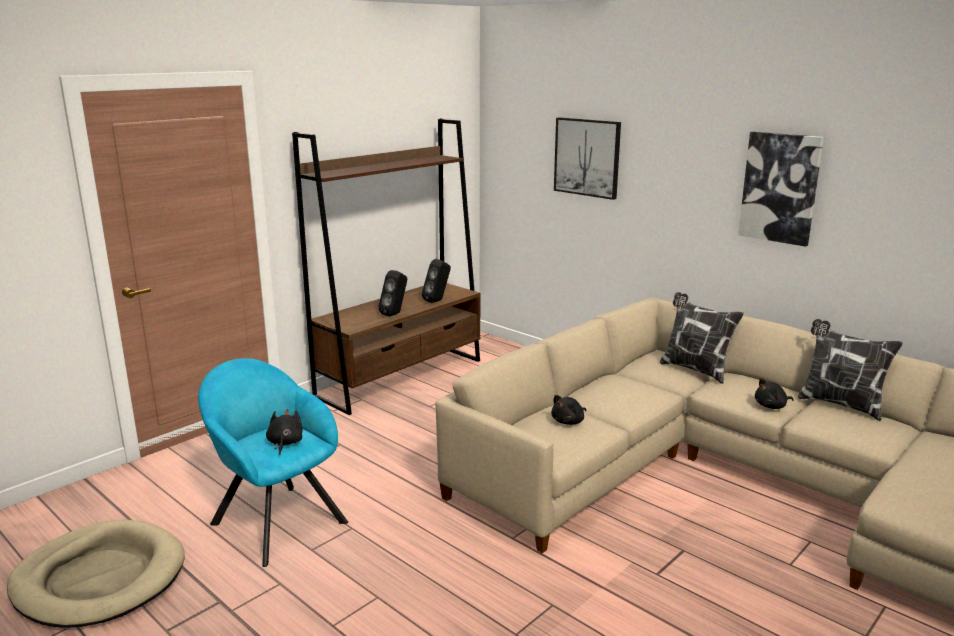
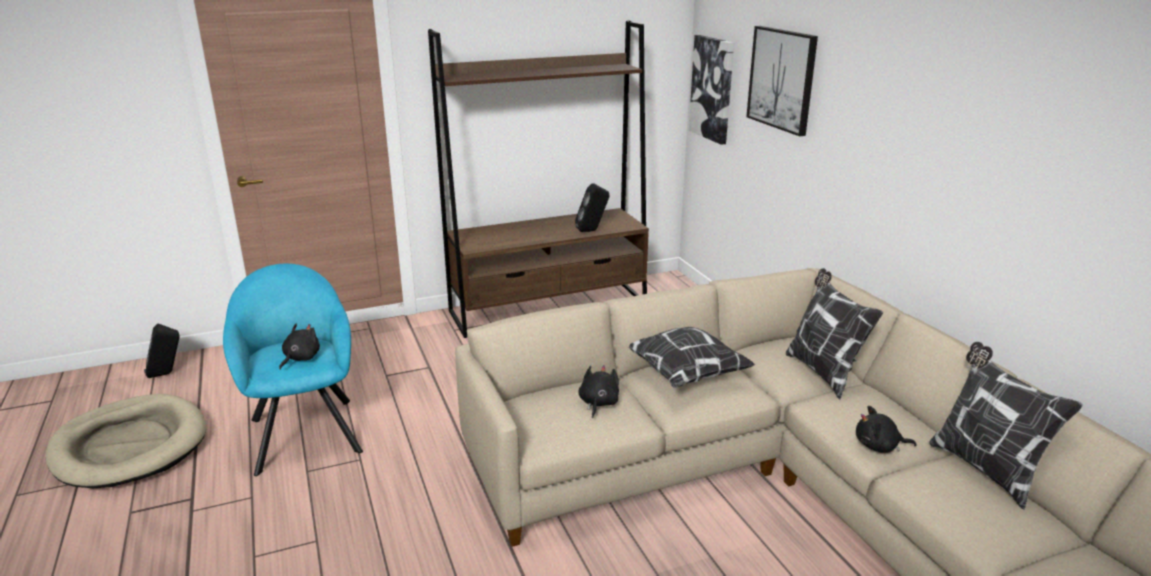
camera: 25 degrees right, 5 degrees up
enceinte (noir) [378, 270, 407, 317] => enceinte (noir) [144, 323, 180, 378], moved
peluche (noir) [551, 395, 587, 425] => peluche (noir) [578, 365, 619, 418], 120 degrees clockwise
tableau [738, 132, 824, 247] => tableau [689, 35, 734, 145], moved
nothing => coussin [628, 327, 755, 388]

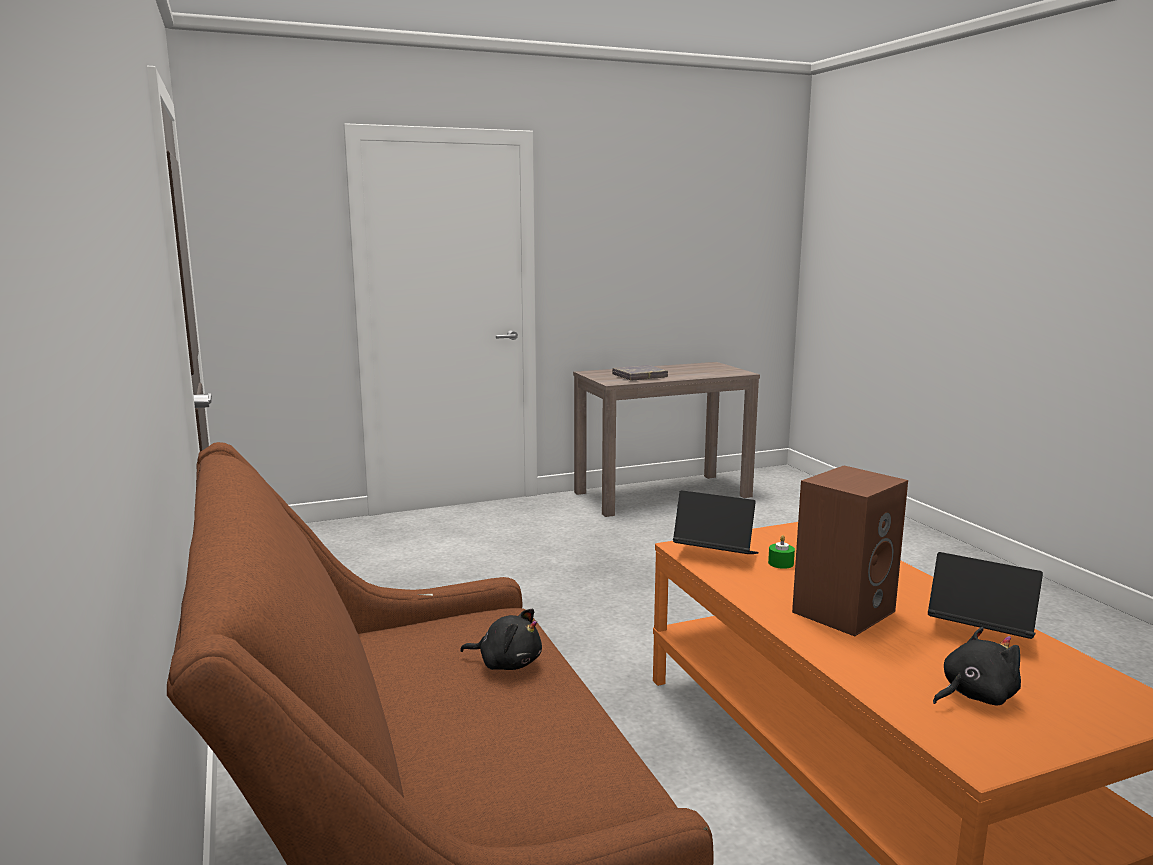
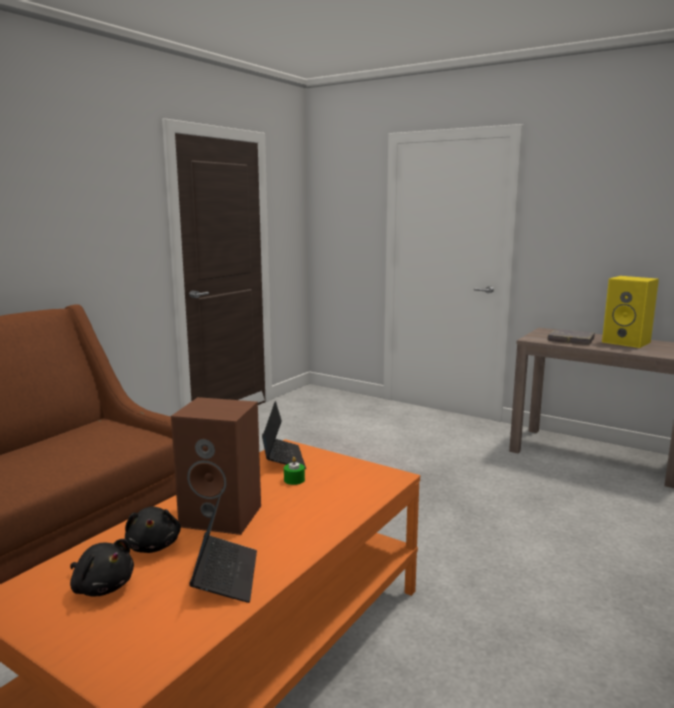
camera: 55 degrees right, 0 degrees up
peluche (noir) [460, 609, 542, 670] => peluche (noir) [125, 506, 181, 553], moved
nothing => enceinte (jaune) [602, 276, 659, 348]

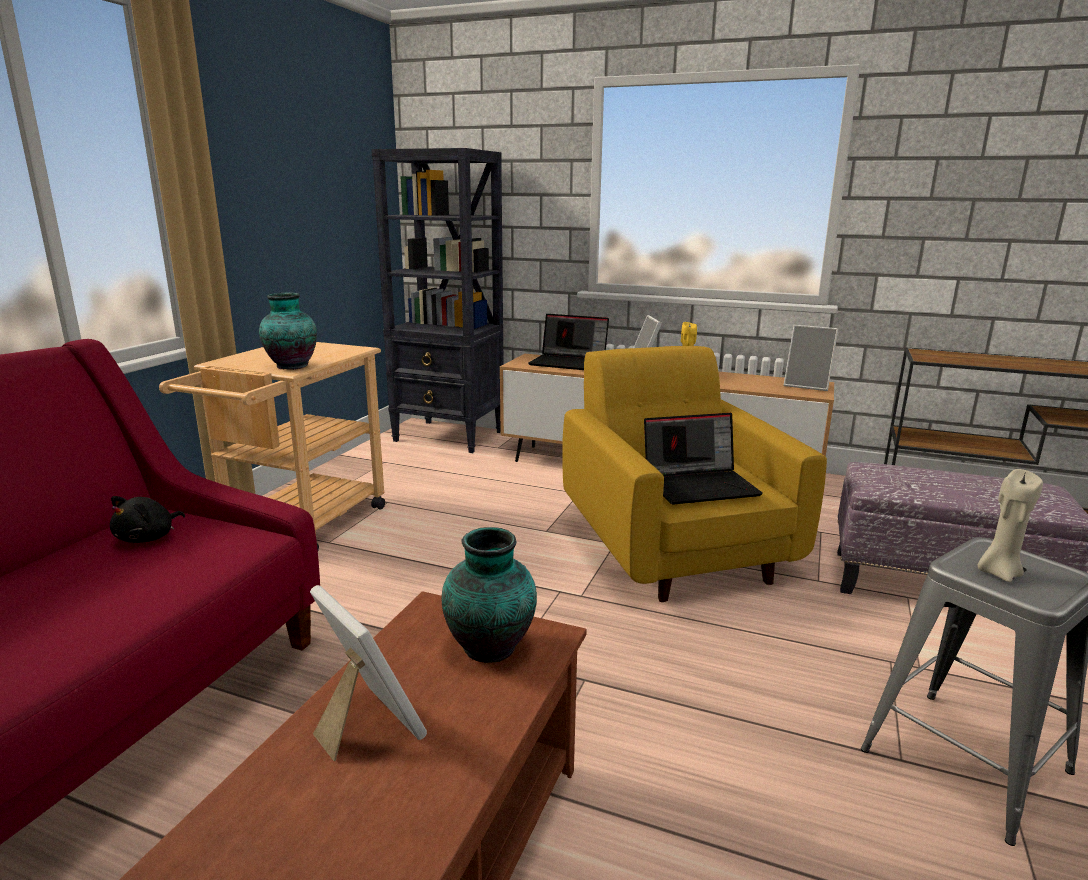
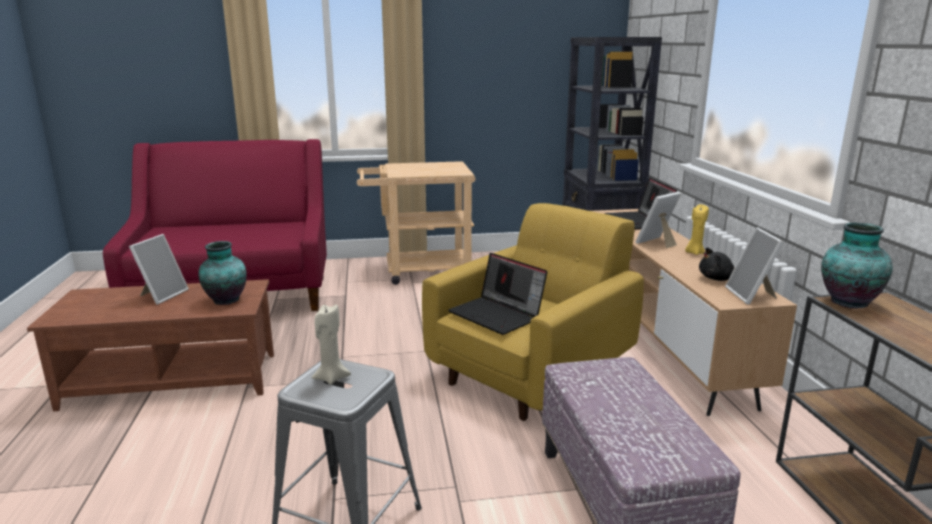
camera: 60 degrees right, 0 degrees up
peluche (noir) [110, 496, 185, 543] => peluche (noir) [699, 247, 734, 281], moved
vase [259, 293, 317, 370] => vase [821, 222, 893, 309], moved

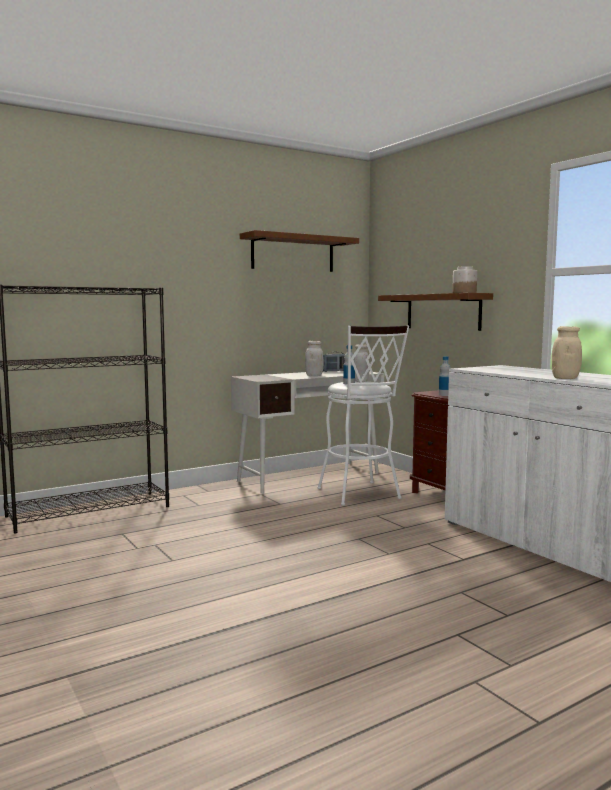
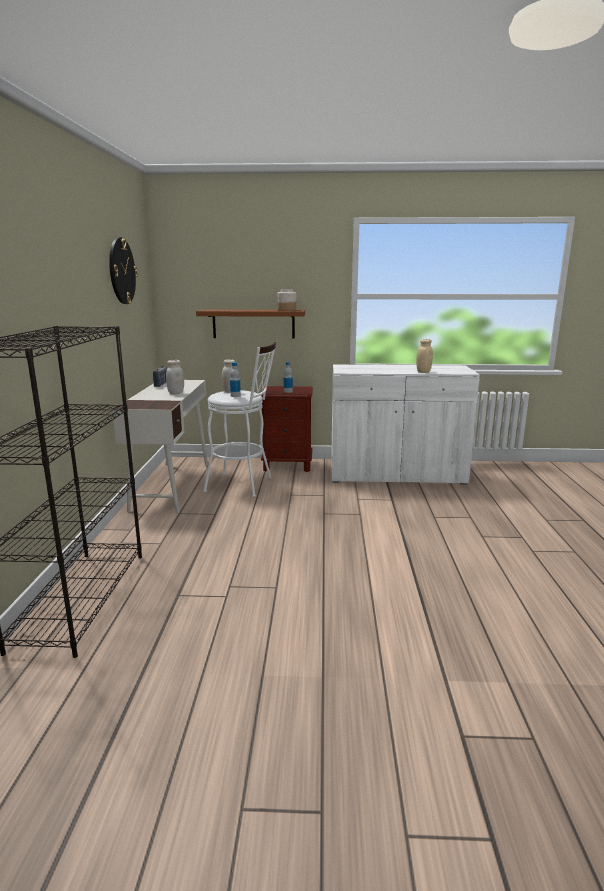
camera: 55 degrees left, 10 degrees up
étagère (marron) [240, 230, 359, 272] => horloge murale [109, 237, 138, 304]

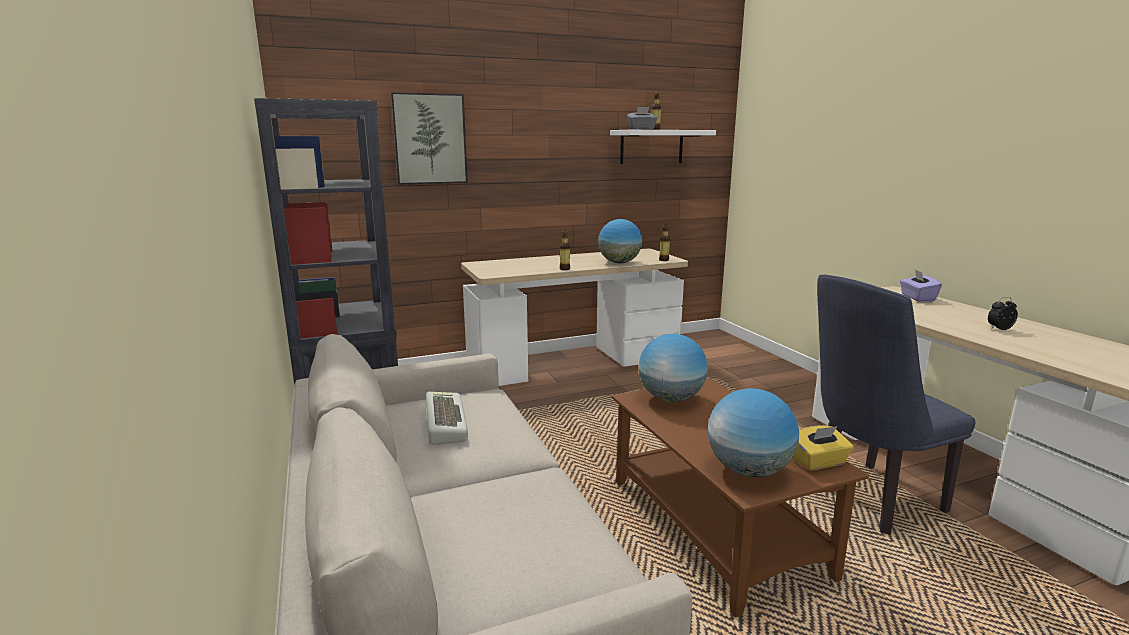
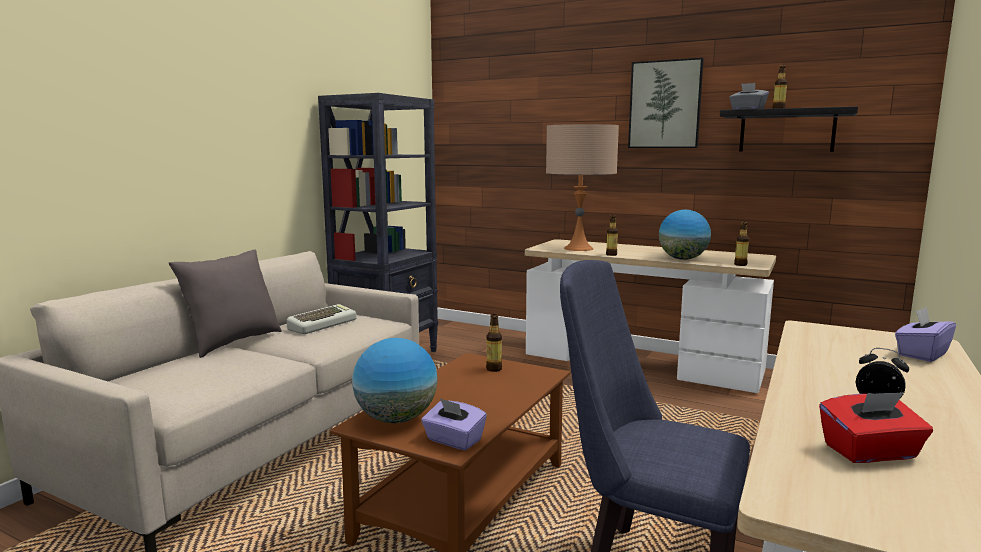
camera: 50 degrees right, 5 degrees down
tableau [391, 92, 468, 185] => tableau [628, 58, 704, 148], moved
étagère (blanc) [610, 130, 716, 164] => étagère (noir) [720, 106, 858, 152]
globe [639, 334, 708, 402] => bouteille [486, 314, 502, 372]
boîte à mouchoirs (jaune) [793, 425, 854, 471] => boîte à mouchoirs (violet) [421, 398, 487, 451]
nothing => coussin (gris) [168, 250, 282, 358]
nothing => lampe de table (beige) [546, 124, 619, 251]
nothing => boîte à mouchoirs (rouge) [819, 392, 933, 463]

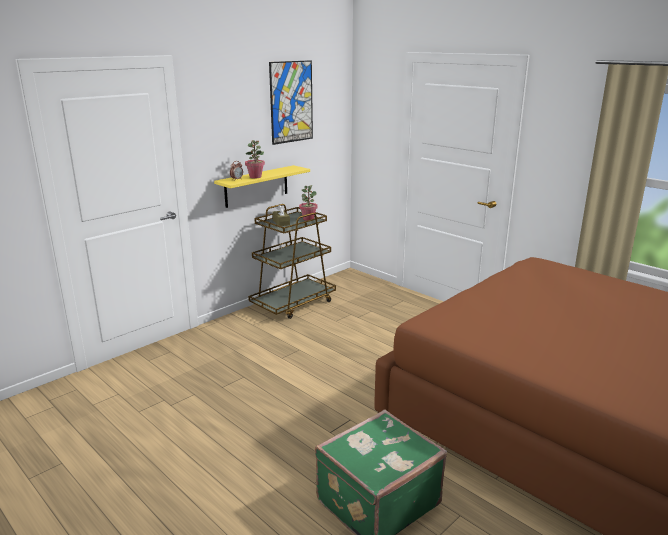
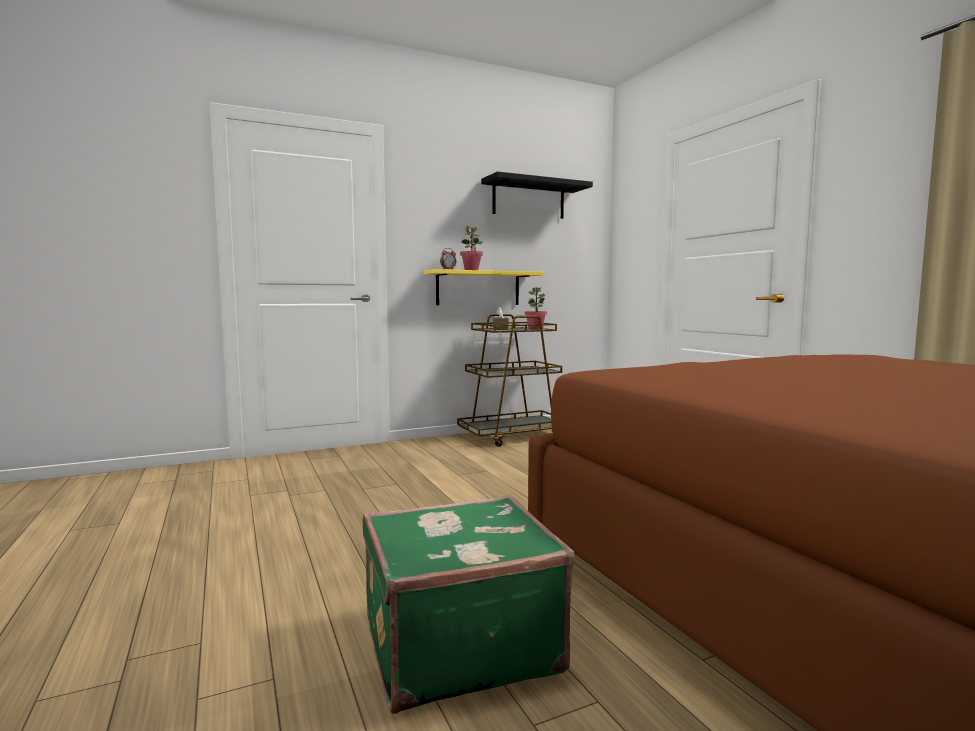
camera: 20 degrees right, 15 degrees down
tableau [269, 60, 313, 145] => étagère (noir) [481, 171, 593, 219]

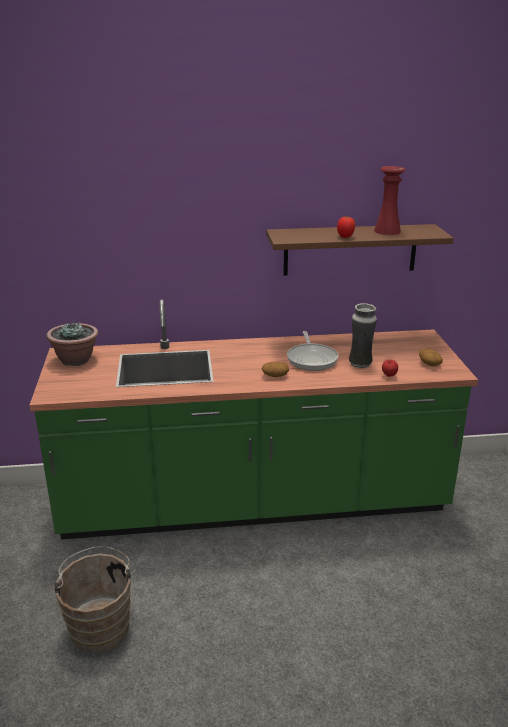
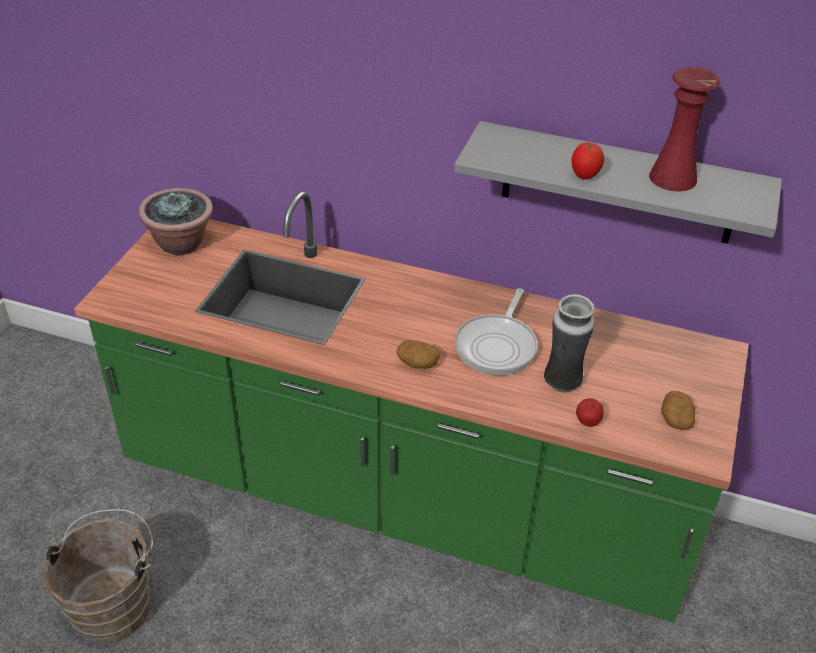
camera: 25 degrees right, 15 degrees up
étagère (marron) [266, 224, 454, 276] => étagère (gris) [454, 121, 782, 243]

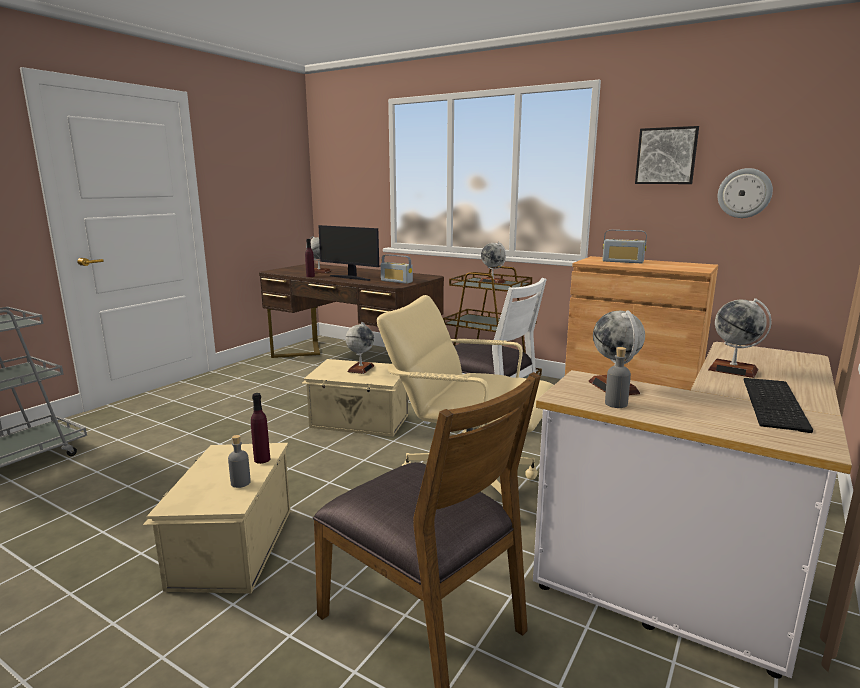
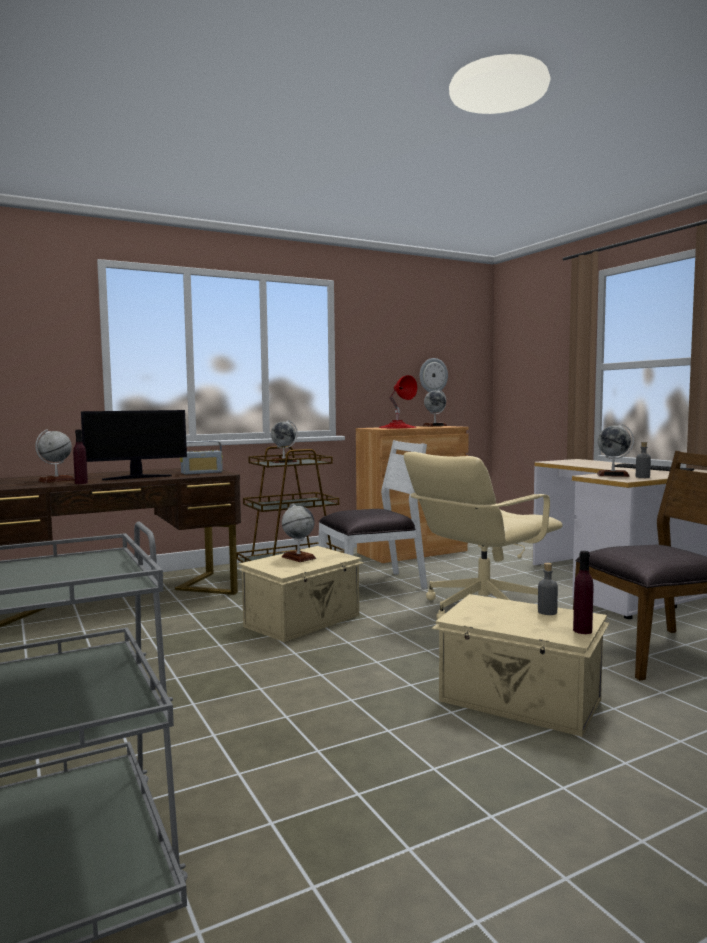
camera: 60 degrees left, 10 degrees down
bouteille (violet) [251, 393, 270, 464] => bouteille (violet) [573, 551, 593, 634], moved
radio [602, 230, 647, 263] => lampe de table (rouge) [379, 375, 417, 428]
tableau [635, 126, 699, 184] => nothing
globe [708, 298, 772, 378] => globe [423, 389, 447, 426], moved

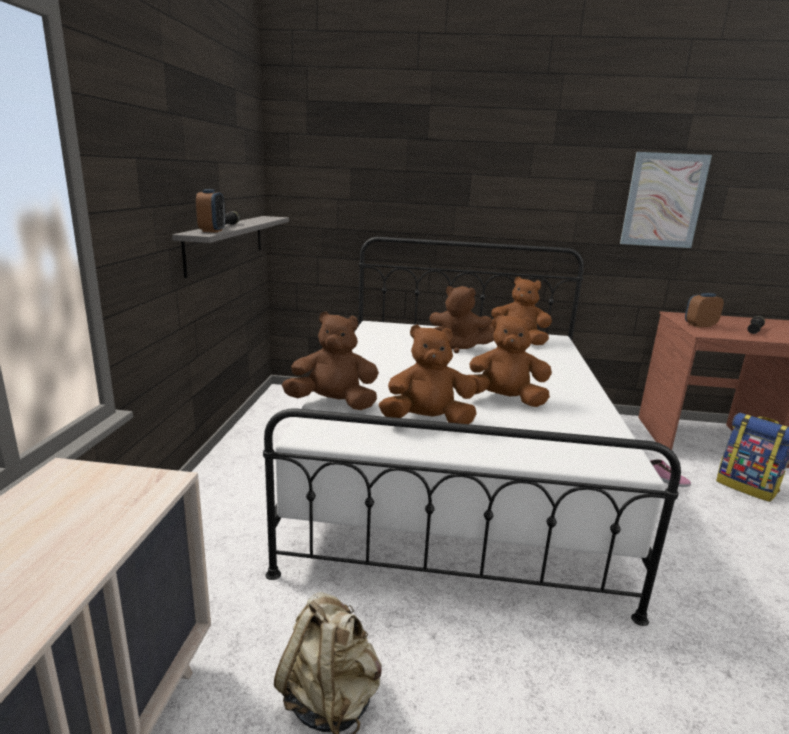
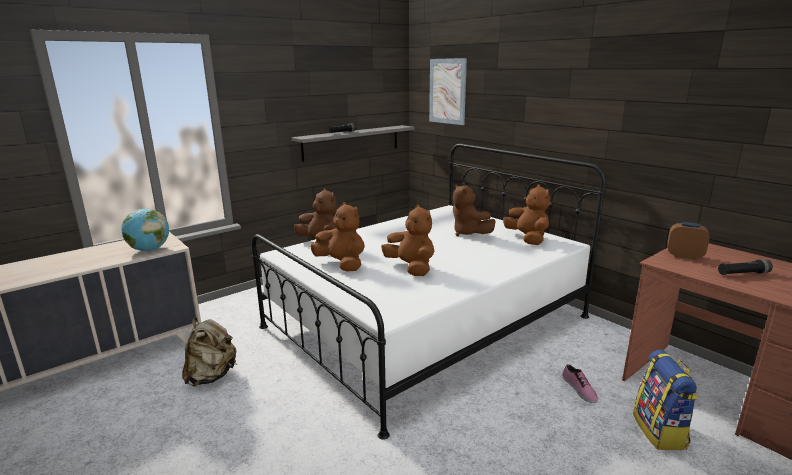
camera: 45 degrees right, 0 degrees up
réveil [196, 189, 225, 233] => nothing
tableau [620, 152, 712, 248] => tableau [429, 58, 467, 125], moved
nothing => globe [122, 209, 169, 251]

